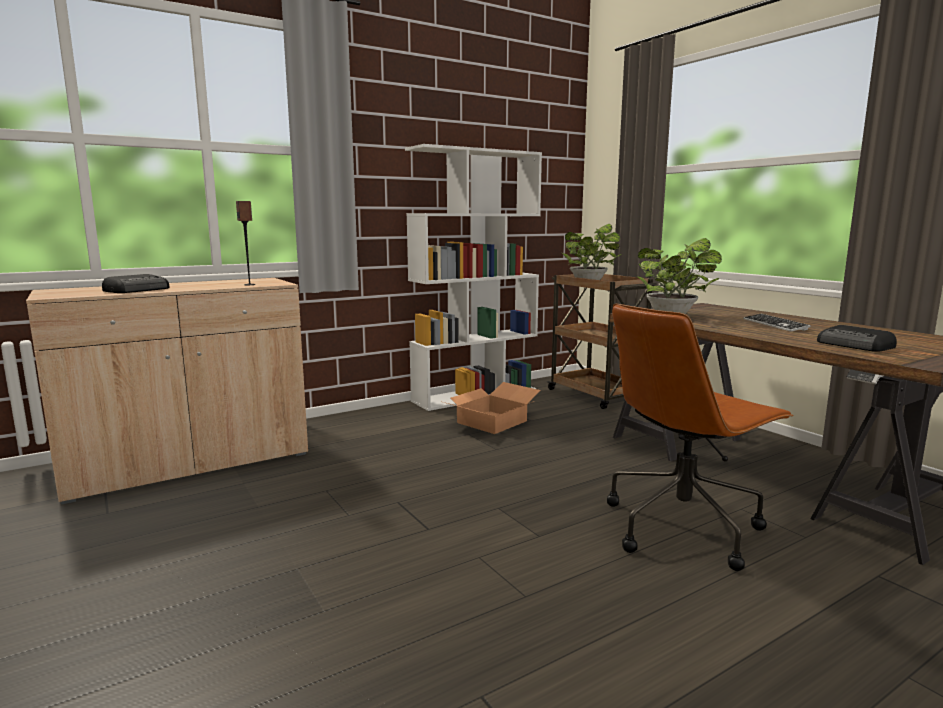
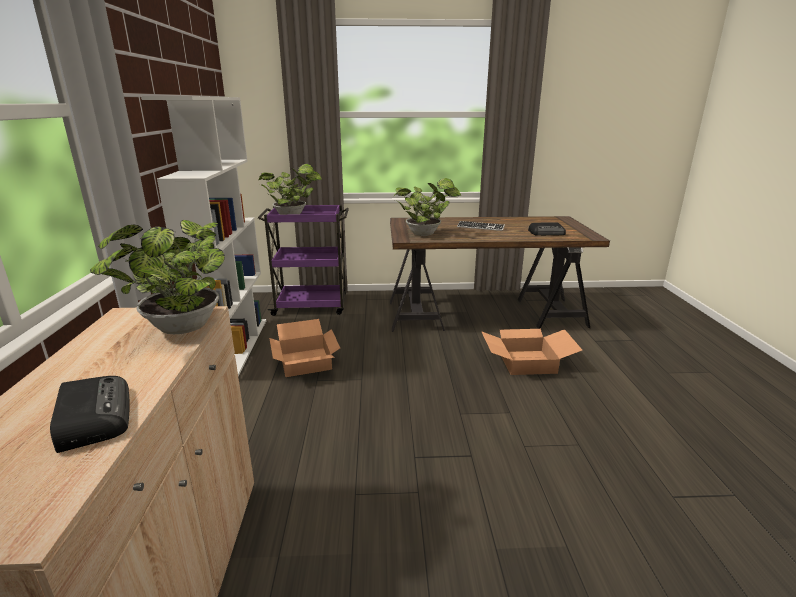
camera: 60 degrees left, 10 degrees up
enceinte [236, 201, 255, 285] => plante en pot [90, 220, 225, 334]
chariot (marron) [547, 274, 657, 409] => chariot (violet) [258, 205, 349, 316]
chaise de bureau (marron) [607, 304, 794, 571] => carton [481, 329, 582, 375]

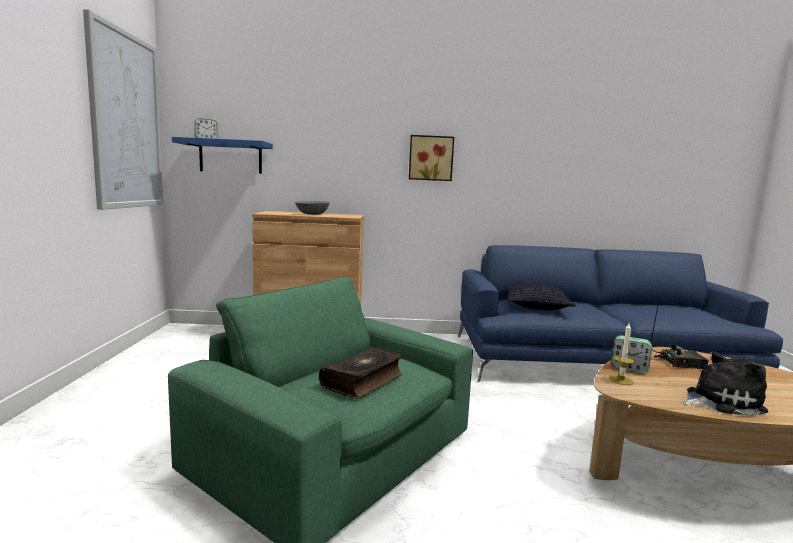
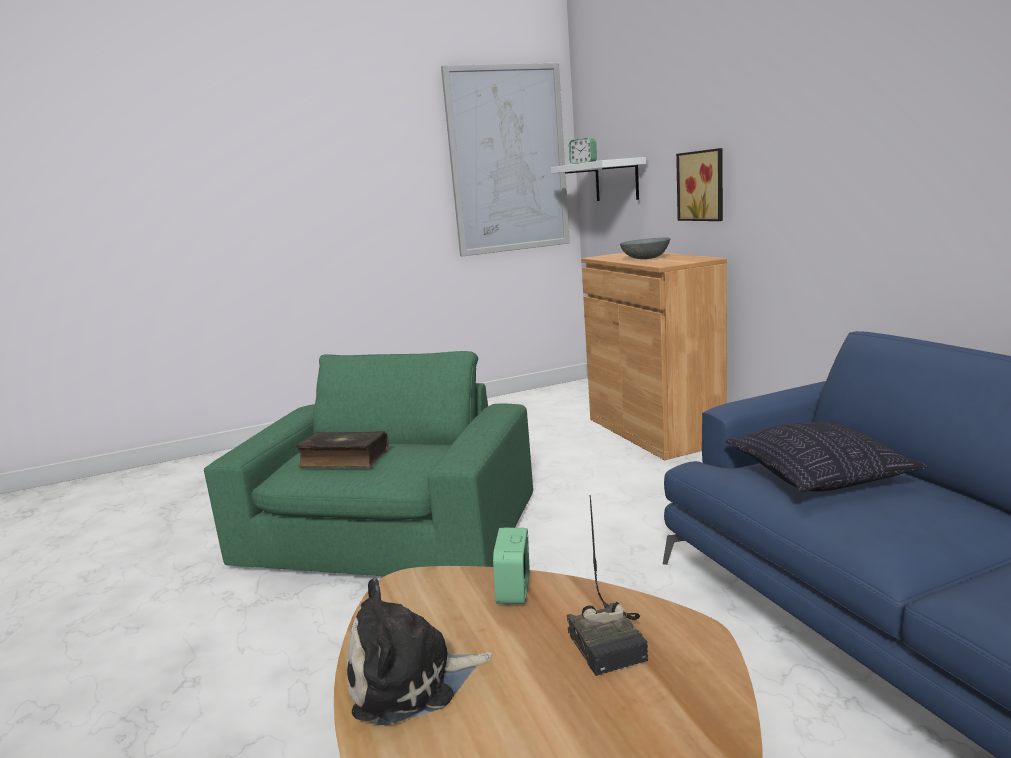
camera: 70 degrees right, 5 degrees up
étagère (bleu) [172, 137, 273, 174] => étagère (blanc) [551, 157, 646, 201]
tableau [409, 135, 454, 181] => tableau [676, 148, 723, 221], moved
bougie [609, 323, 635, 385] => nothing
peluche [682, 352, 768, 416] => peluche [347, 578, 492, 725], 105 degrees clockwise

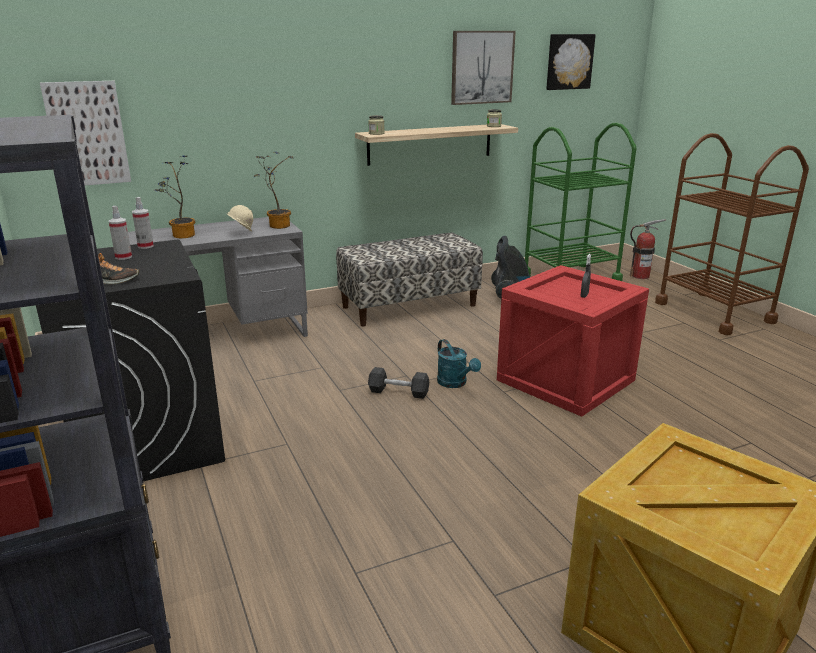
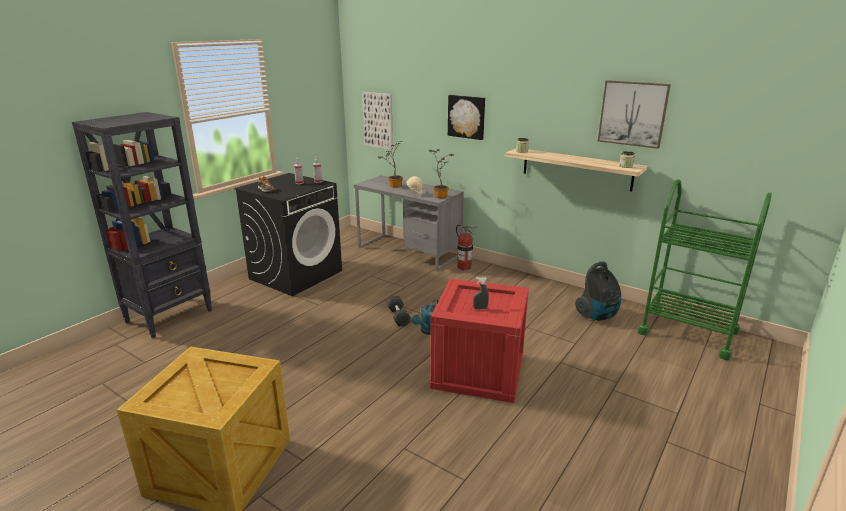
camera: 60 degrees right, 0 degrees up
banc [336, 233, 483, 326] => nothing
tableau [546, 34, 596, 90] => tableau [448, 95, 485, 140], moved
extincteur [630, 219, 665, 279] => extincteur [456, 224, 476, 270], moved
chariot (marron) [655, 133, 809, 335] => nothing

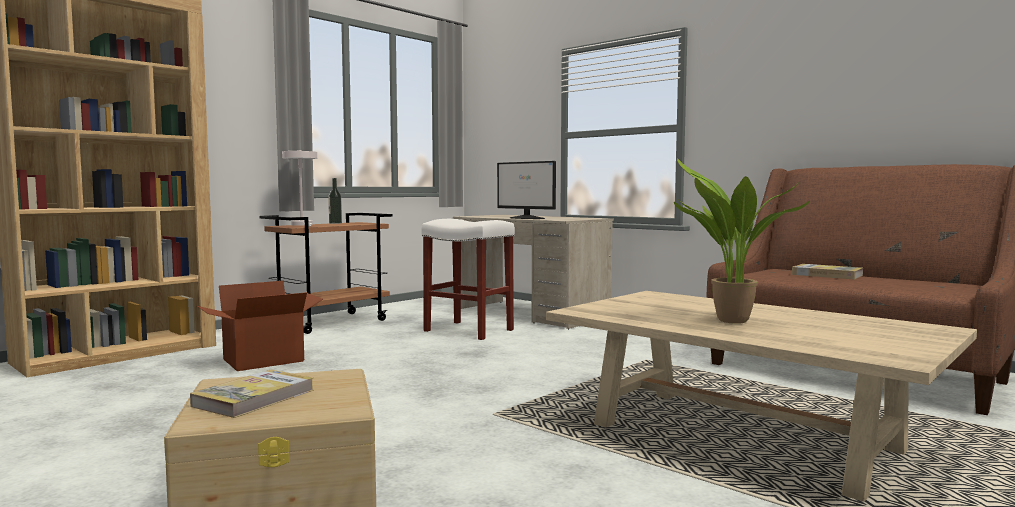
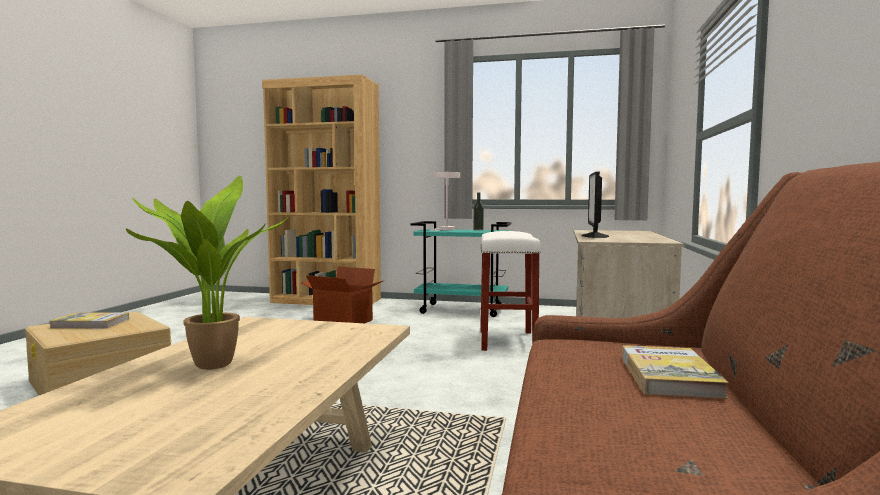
camera: 60 degrees right, 0 degrees up
chariot (marron) [260, 213, 393, 334] => chariot (turquoise) [410, 221, 512, 317]

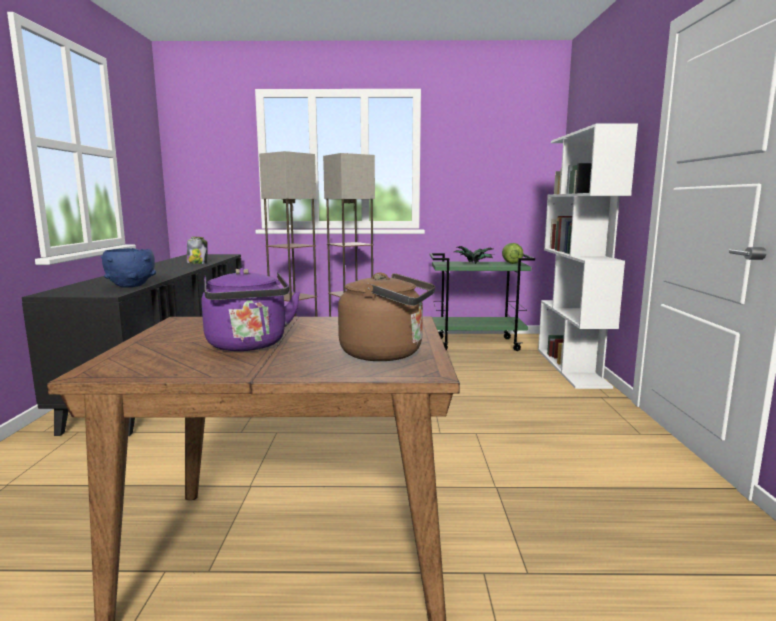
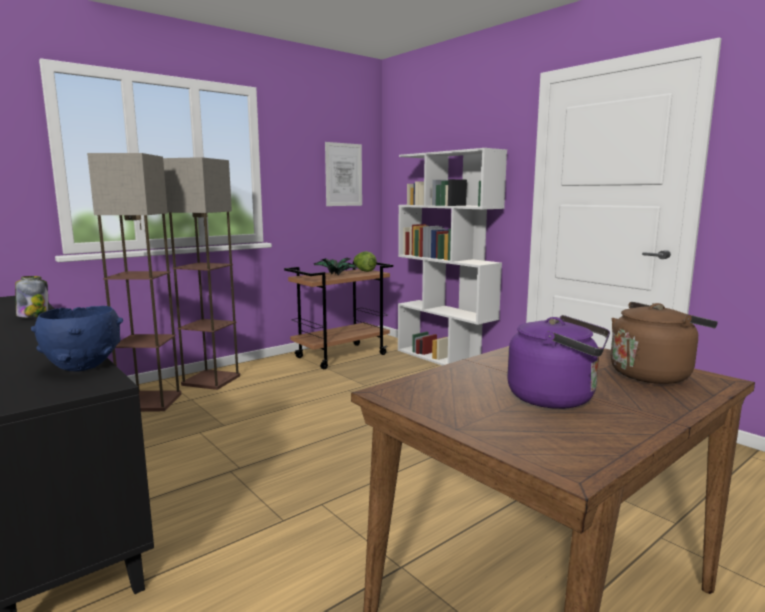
camera: 40 degrees left, 0 degrees up
chariot (vert) [429, 253, 535, 351] => chariot (marron) [284, 261, 393, 369]
nothing => tableau [325, 142, 362, 206]

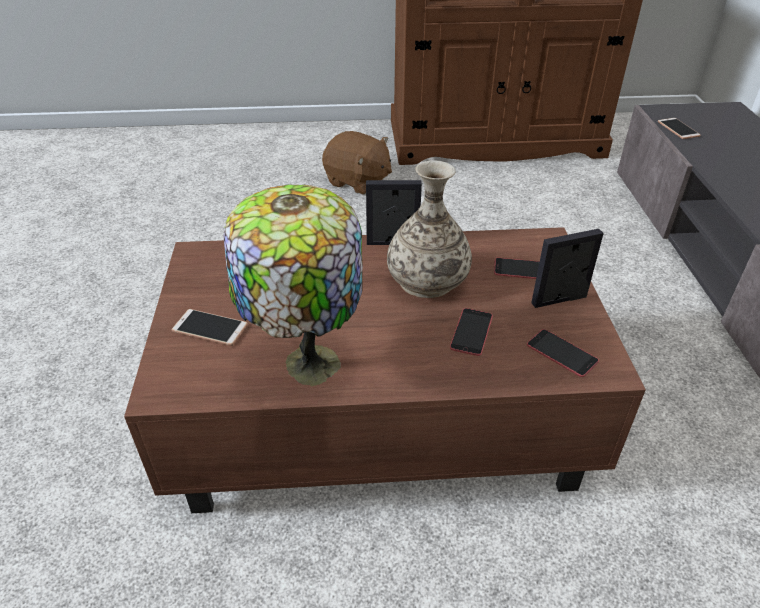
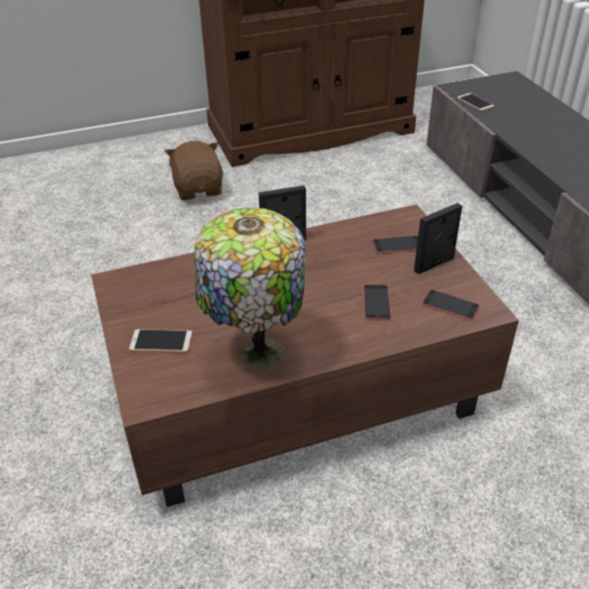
camera: 15 degrees left, 0 degrees up
peluche (marron) [322, 131, 392, 194] => peluche (marron) [165, 141, 223, 200], 120 degrees counterclockwise
vase [387, 160, 472, 298] => nothing

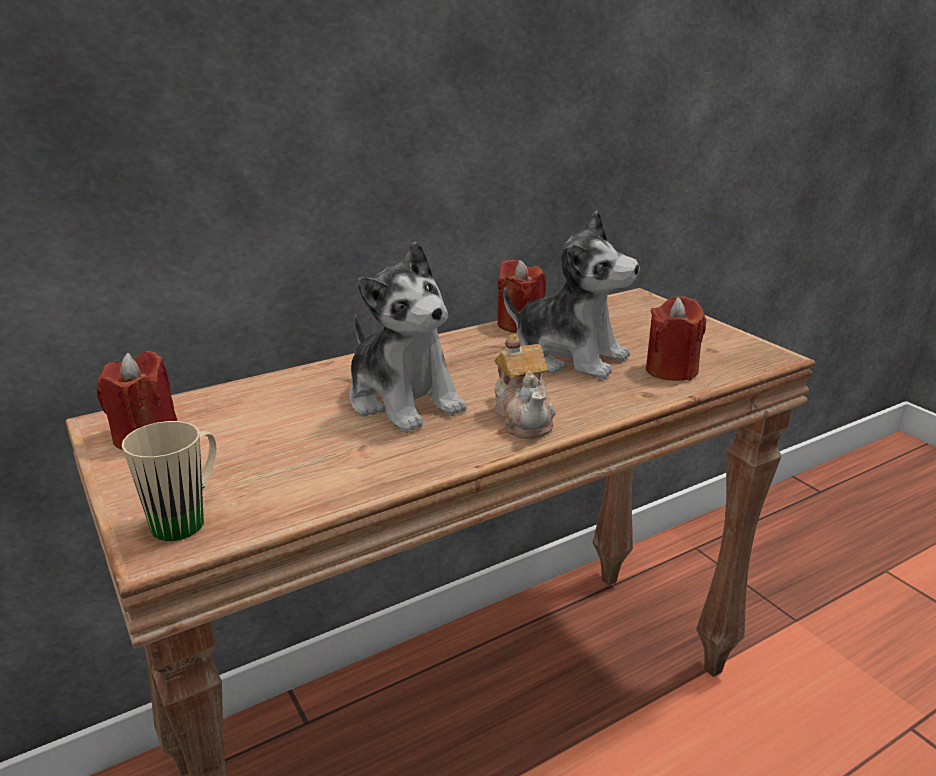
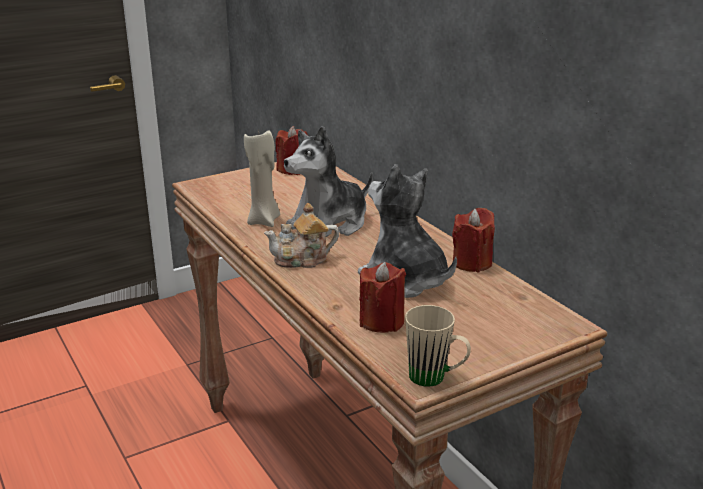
camera: 90 degrees right, 0 degrees up
mug (beige) [122, 421, 217, 541] => mug (beige) [405, 305, 471, 387], moved
peluche [503, 211, 640, 379] => peluche [358, 164, 457, 298], 105 degrees clockwise
nothing => bougie (beige) [244, 129, 280, 227]

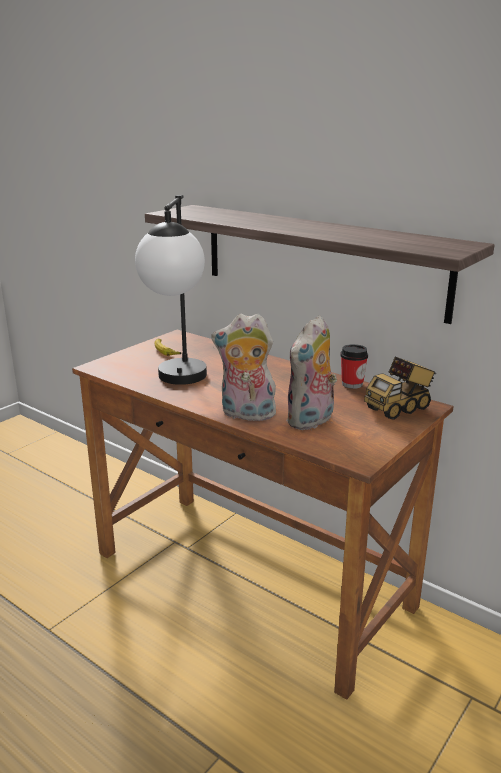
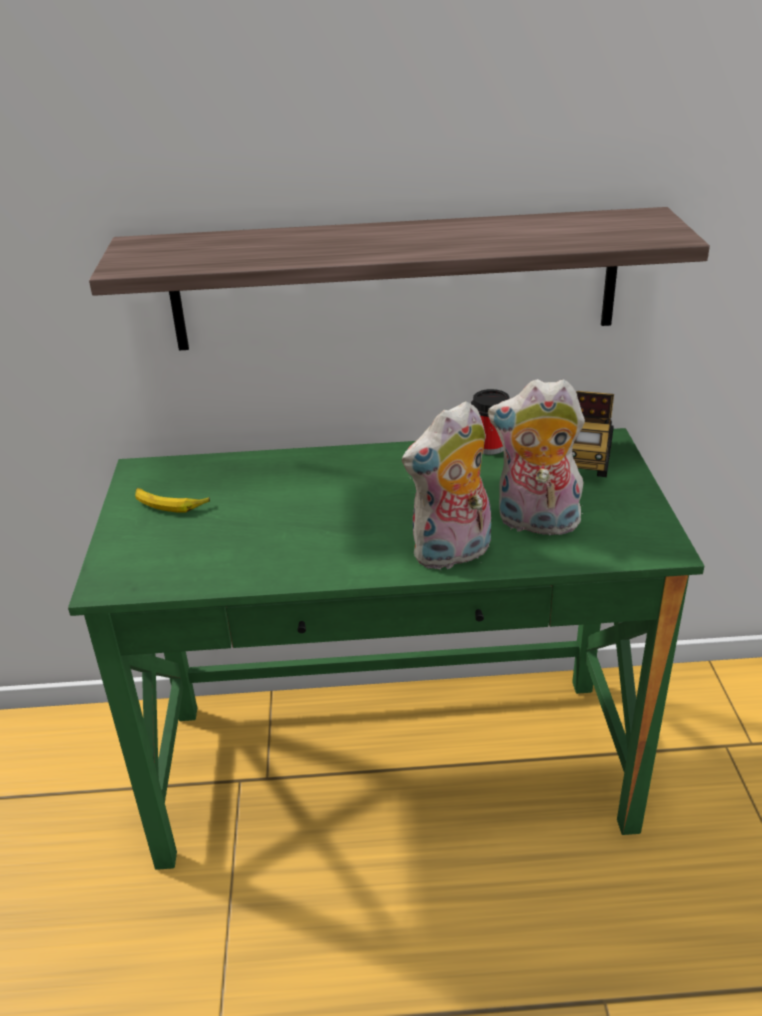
camera: 40 degrees left, 10 degrees up
bureau (marron) [72, 330, 454, 700] => bureau (vert) [68, 428, 704, 870]
lampe de table [135, 195, 207, 385] => nothing
peluche [286, 315, 337, 430] => peluche [488, 379, 585, 540], 105 degrees clockwise

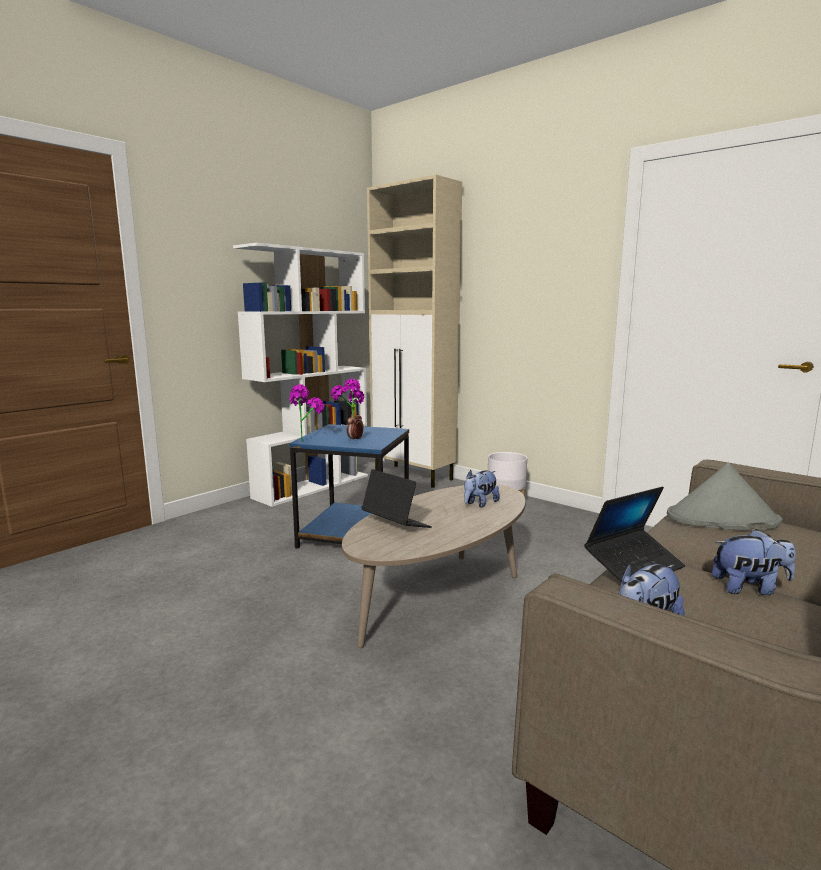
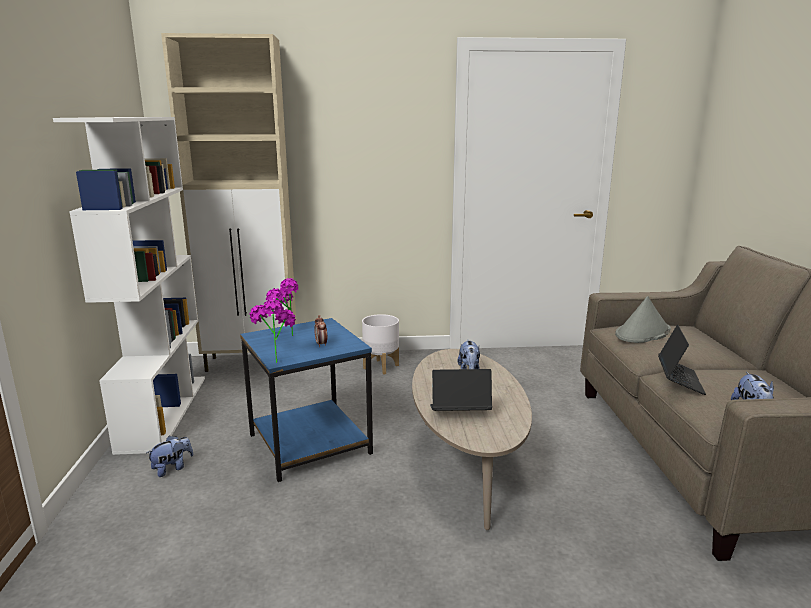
camera: 45 degrees left, 5 degrees up
peluche [712, 529, 796, 595] => peluche [146, 436, 193, 477], moved

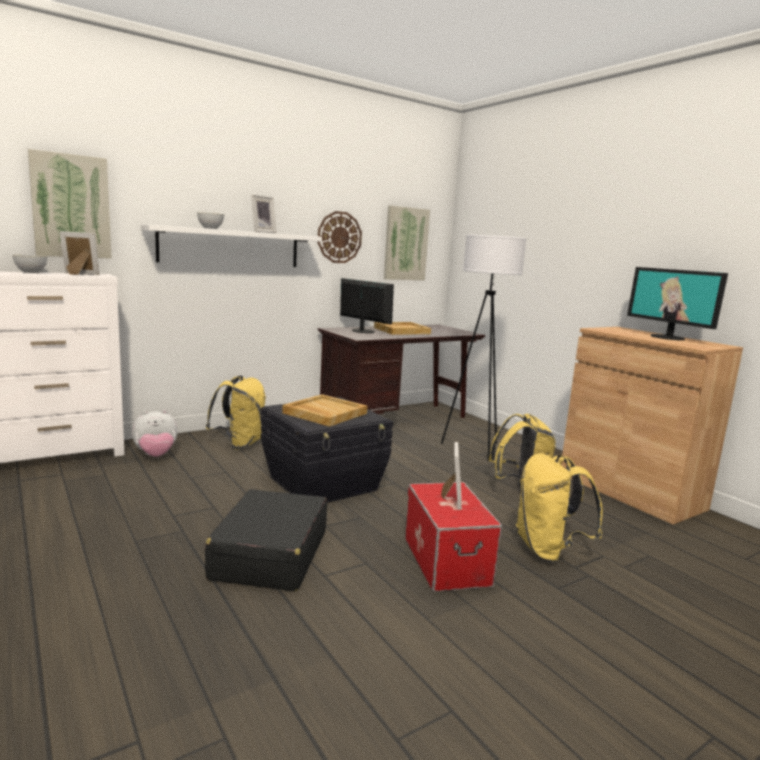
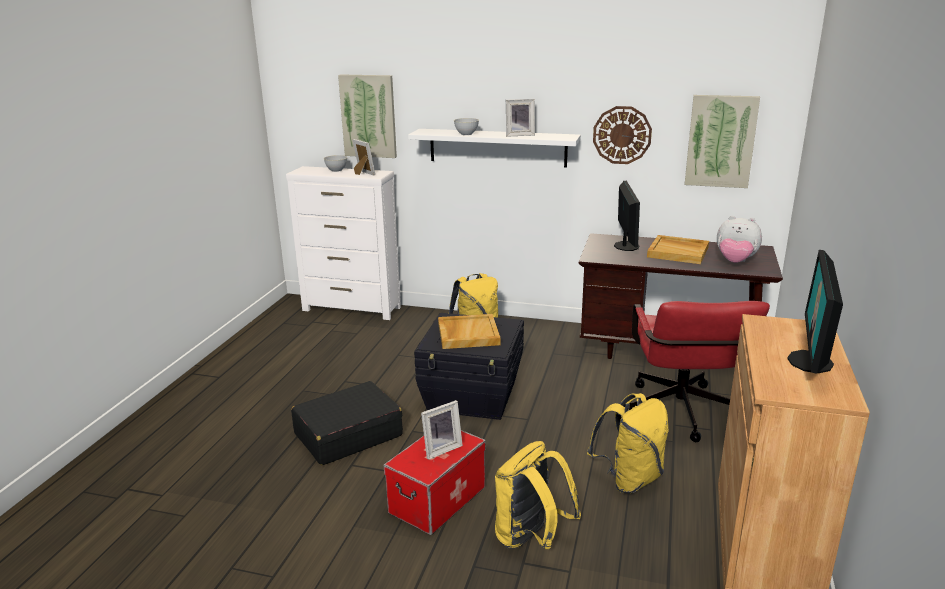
camera: 50 degrees right, 10 degrees up
peluche [132, 410, 178, 457] => peluche [717, 216, 762, 263], moved
lampadaire (blanc) [441, 235, 526, 461] => chaise de bureau (rouge) [628, 301, 770, 442]

